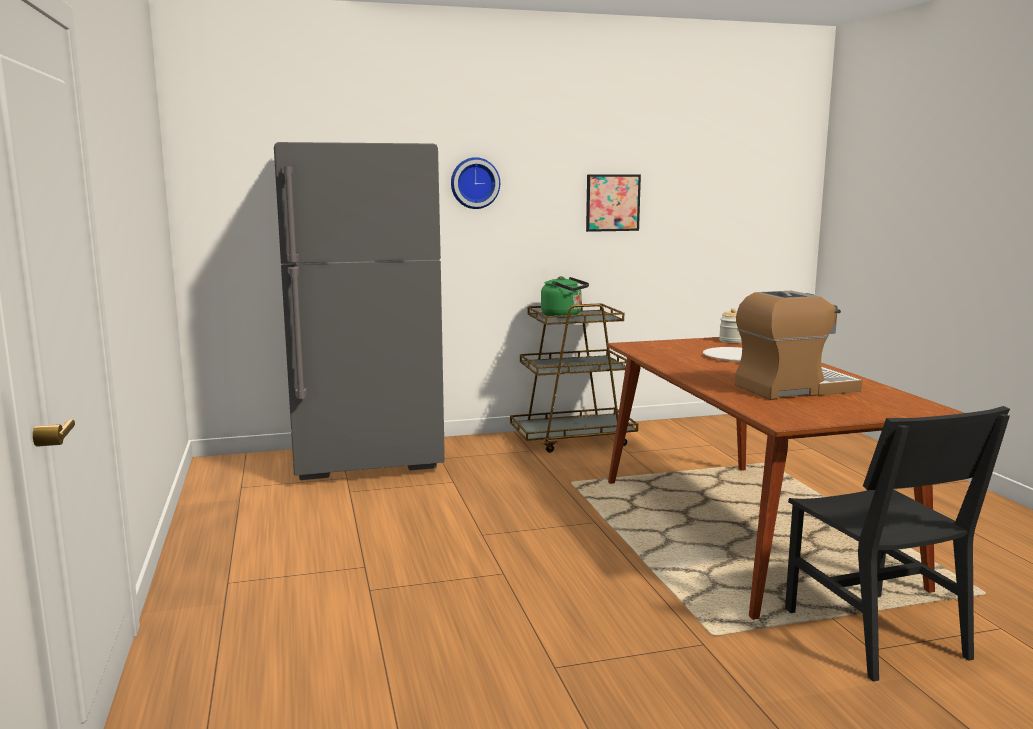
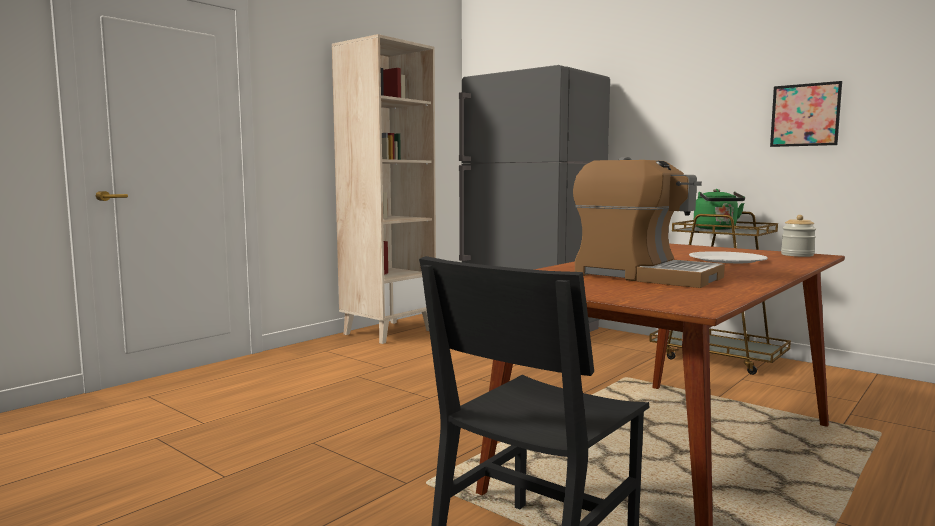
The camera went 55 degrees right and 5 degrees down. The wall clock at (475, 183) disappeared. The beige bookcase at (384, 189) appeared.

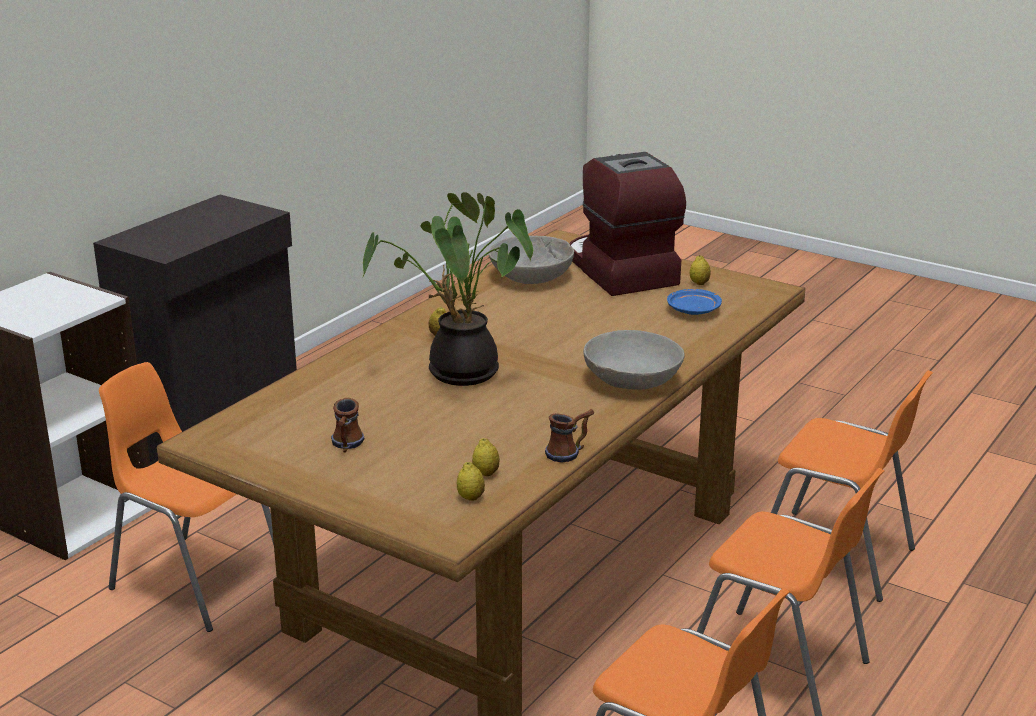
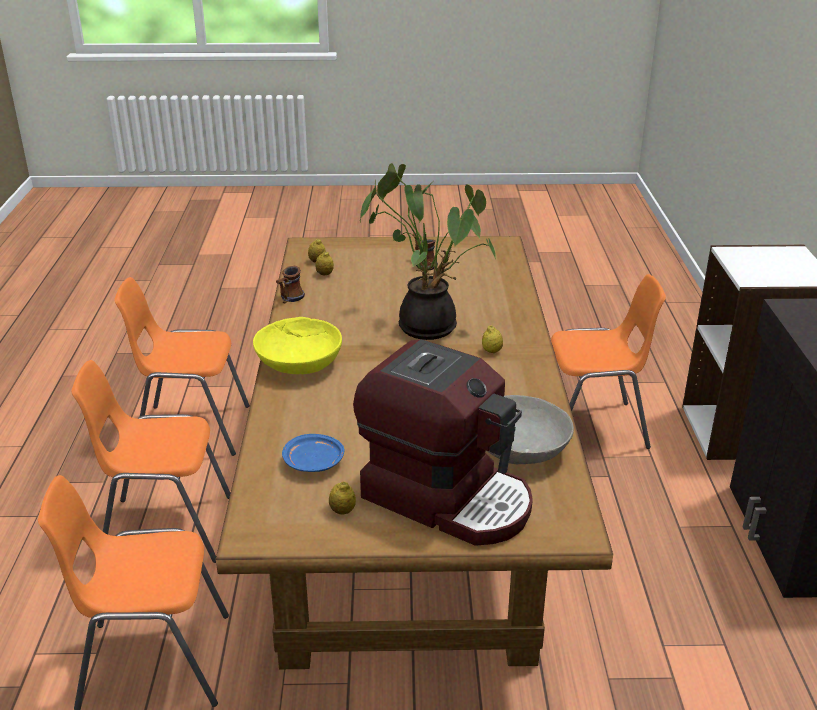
The camera went 145 degrees right and 5 degrees up. The grey bowl at (634, 359) became the yellow bowl at (297, 345).

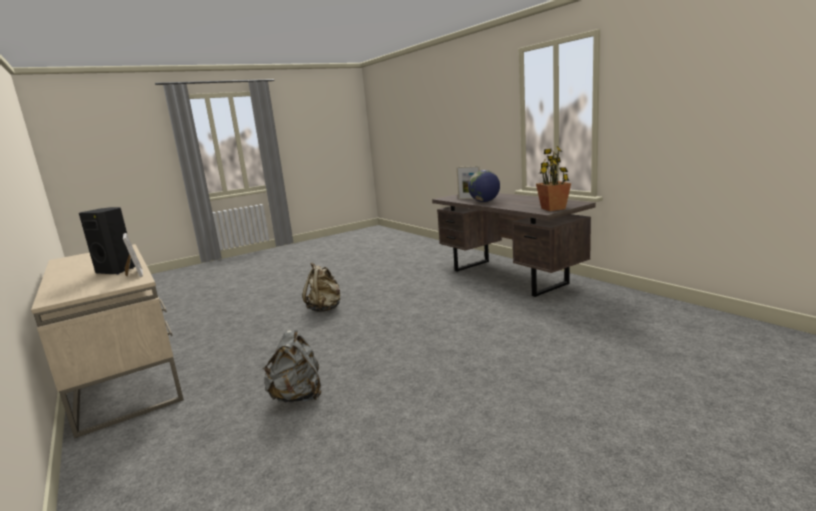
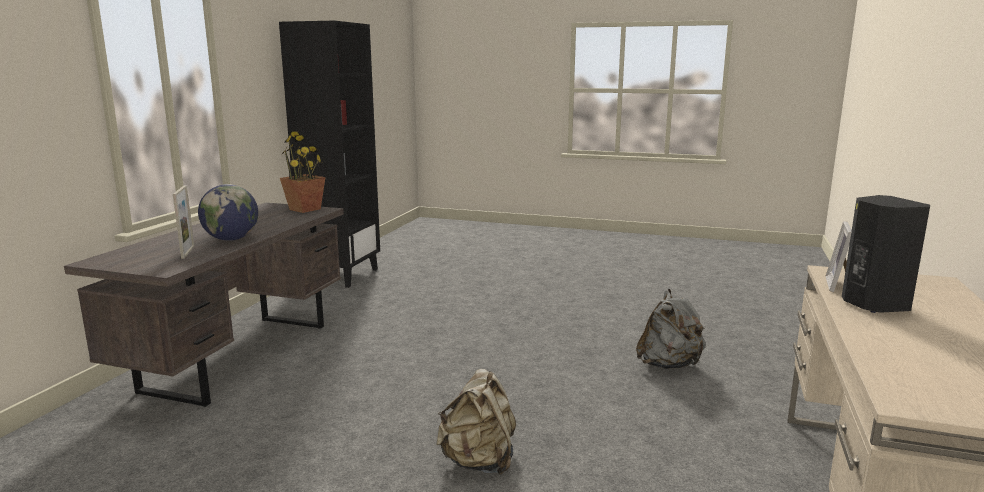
The camera went 130 degrees left and 0 degrees up. The black bookcase at (329, 154) appeared.

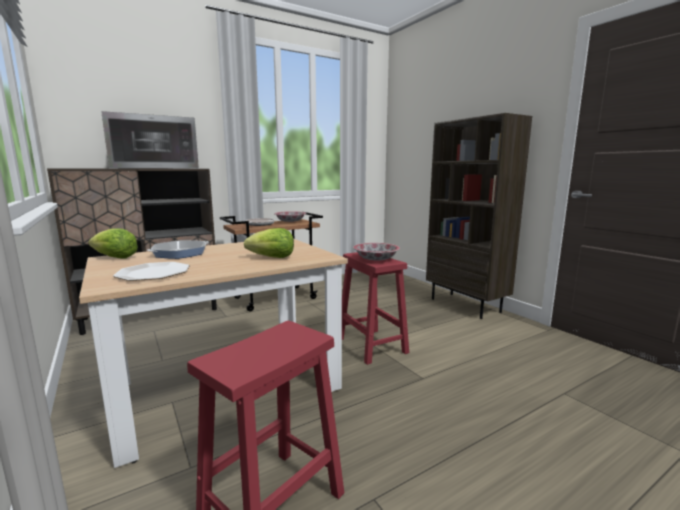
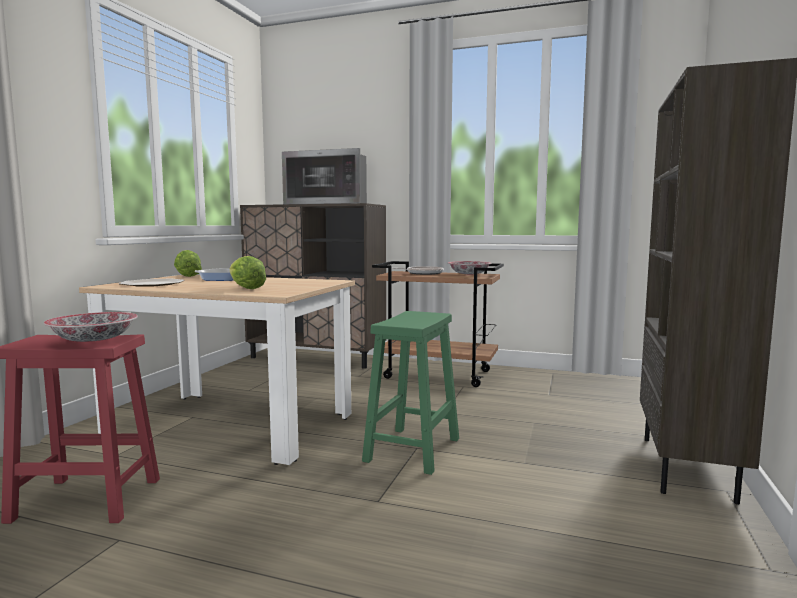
The camera went 50 degrees right and 5 degrees down. The bowl moved from (376, 252) to (91, 327). The red stool at (375, 308) became the green stool at (410, 393).

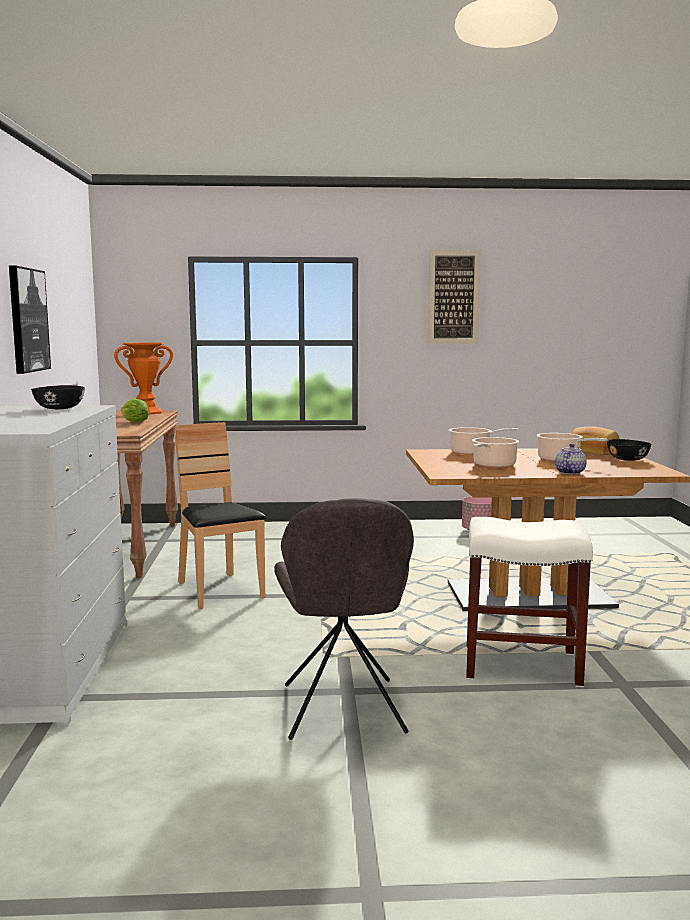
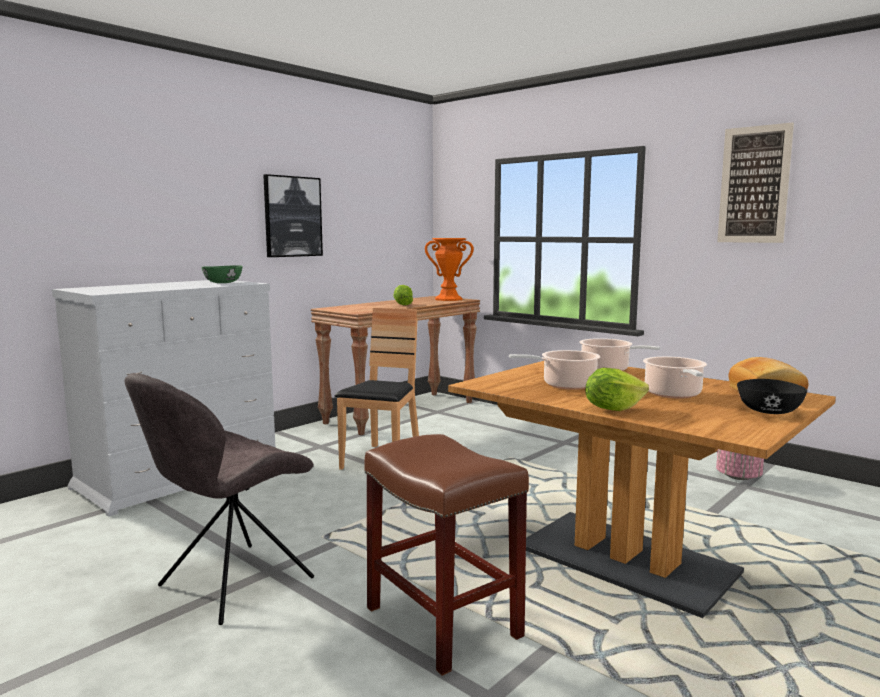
The camera went 45 degrees right and 0 degrees up. The teapot at (570, 459) was replaced by the lettuce at (617, 389). The black bowl at (58, 397) became the green bowl at (222, 274). The white stool at (529, 602) became the brown stool at (447, 555).

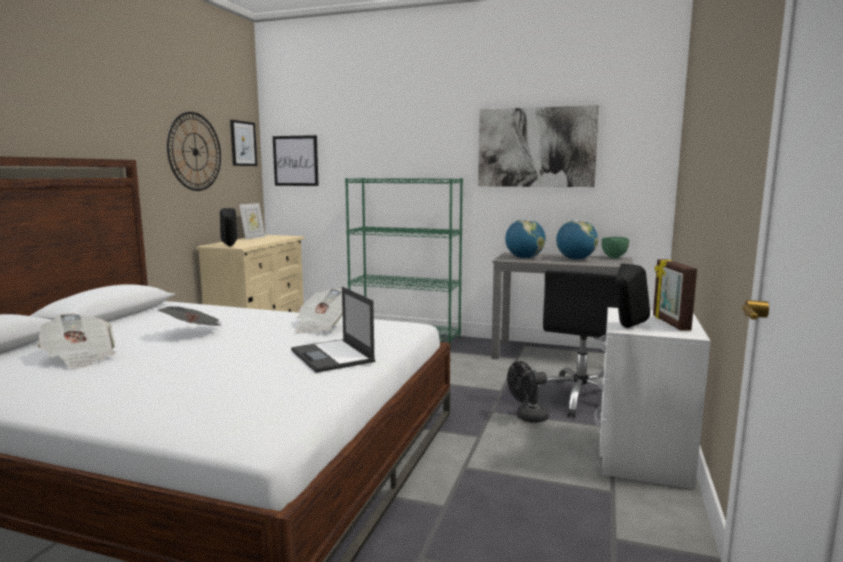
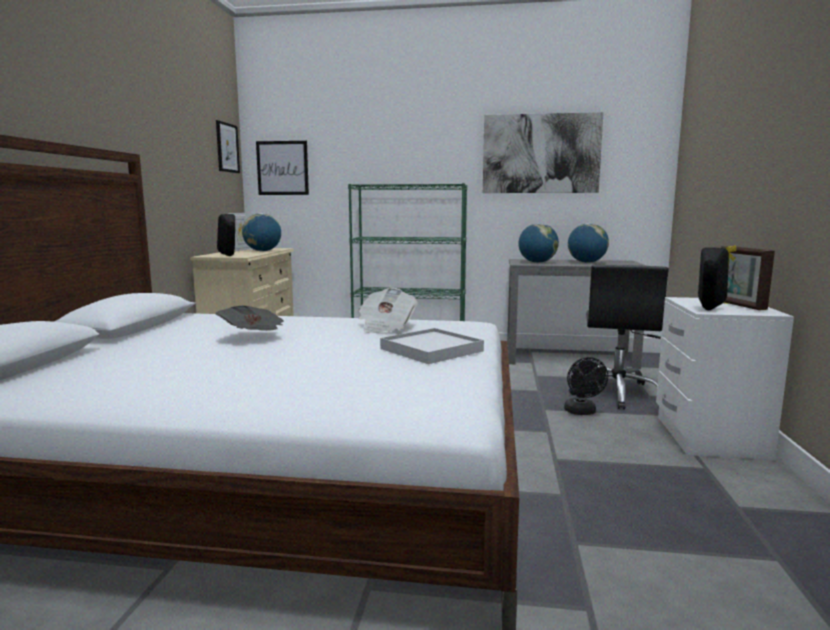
The camera went 10 degrees left and 0 degrees up. The newspaper at (76, 341) disappeared. The wall clock at (194, 151) disappeared. The green bowl at (615, 248) disappeared. The globe at (261, 232) appeared. The laptop at (333, 330) was replaced by the white tray at (432, 346). The black fan at (528, 392) turned 60 degrees counterclockwise.

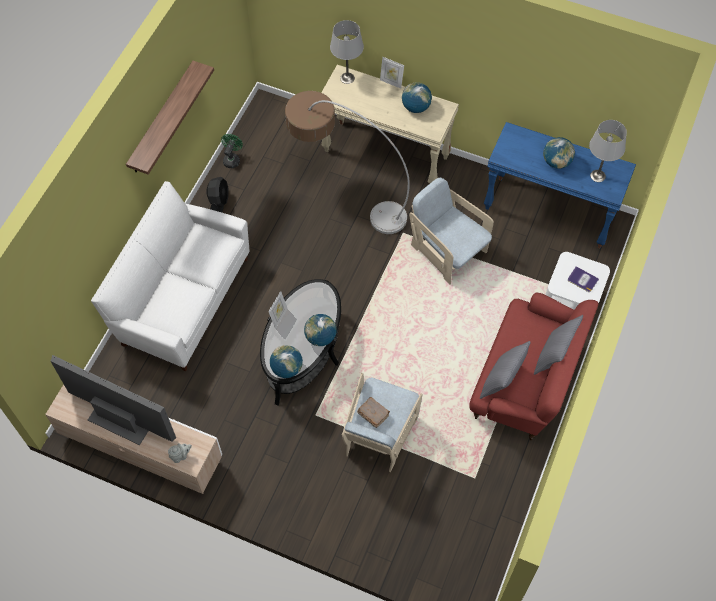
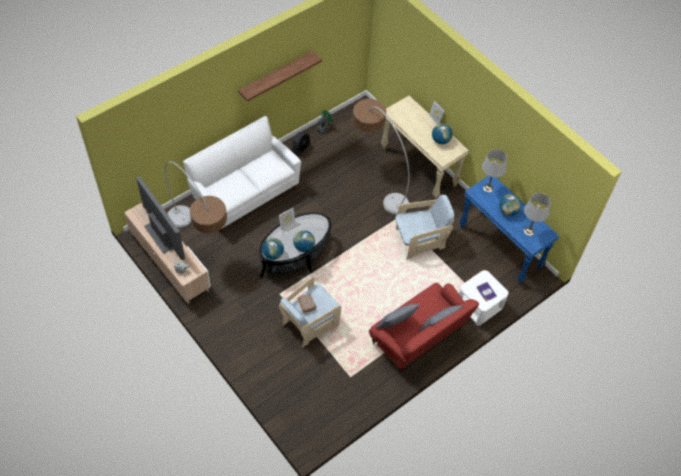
The camera went 25 degrees right and 5 degrees down. The floor lamp at (196, 197) appeared. The grey table lamp moved from (347, 52) to (494, 170). The beige armchair at (451, 231) turned 90 degrees clockwise.

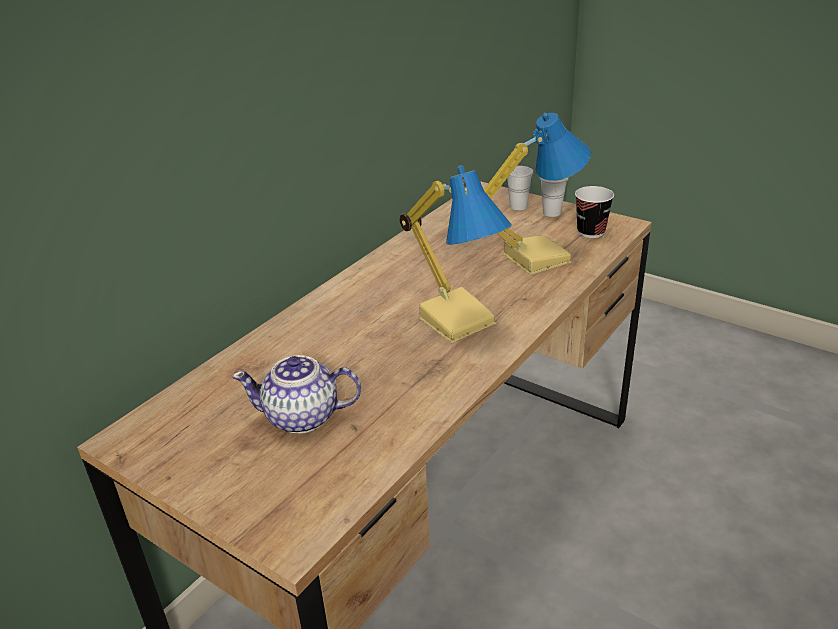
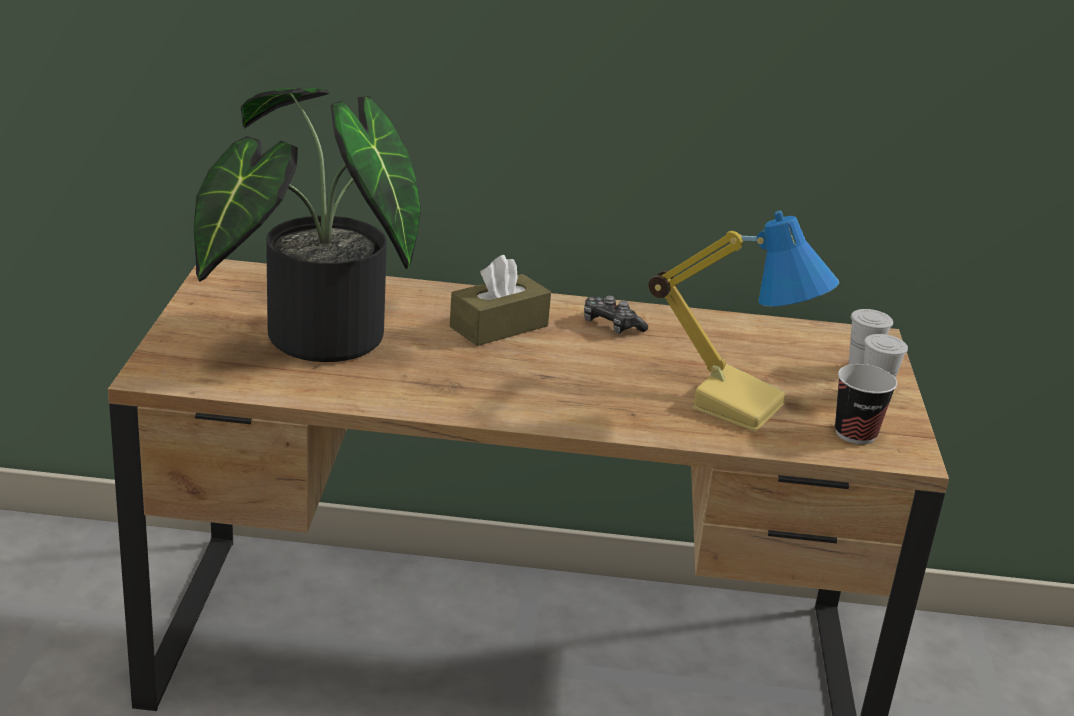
The camera went 55 degrees right and 5 degrees down. The table lamp at (456, 254) disappeared. The brown tissue box at (500, 300) appeared. The game controller at (616, 314) appeared. The teapot at (296, 394) was replaced by the potted plant at (307, 225).

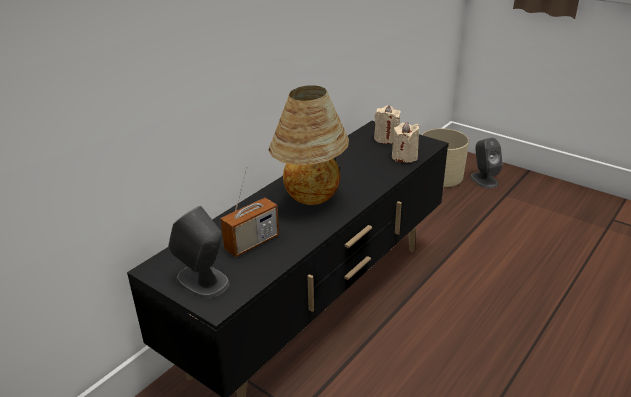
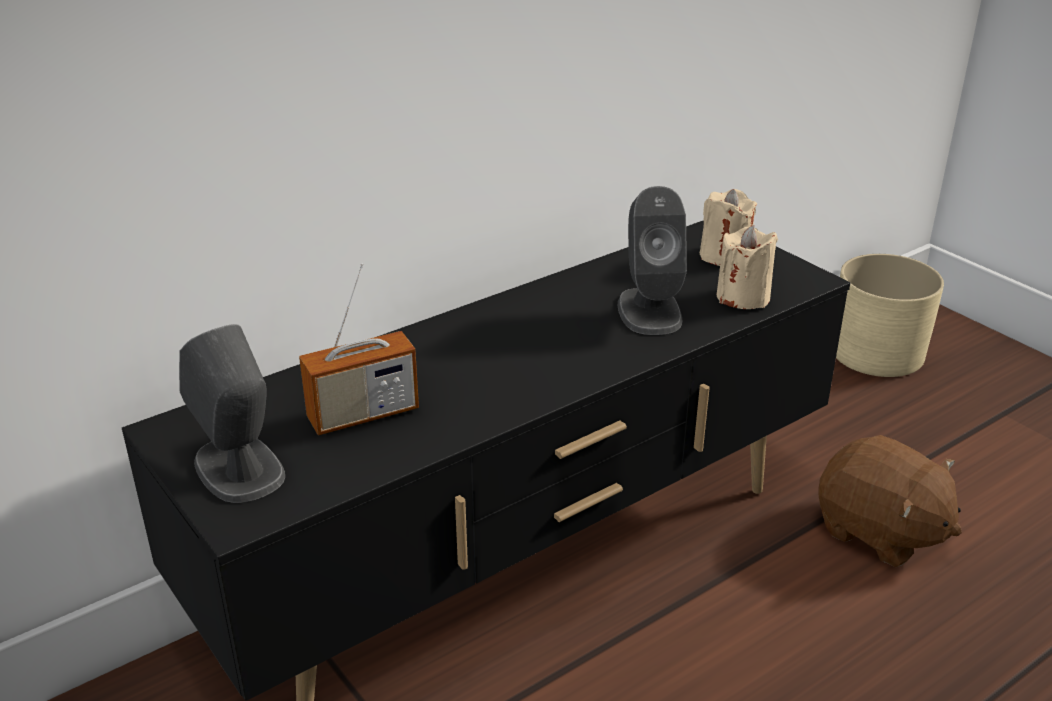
The camera went 15 degrees right and 0 degrees up. The table lamp at (309, 145) disappeared. The brown plush toy at (890, 501) appeared. The grey speaker moved from (486, 163) to (652, 260).

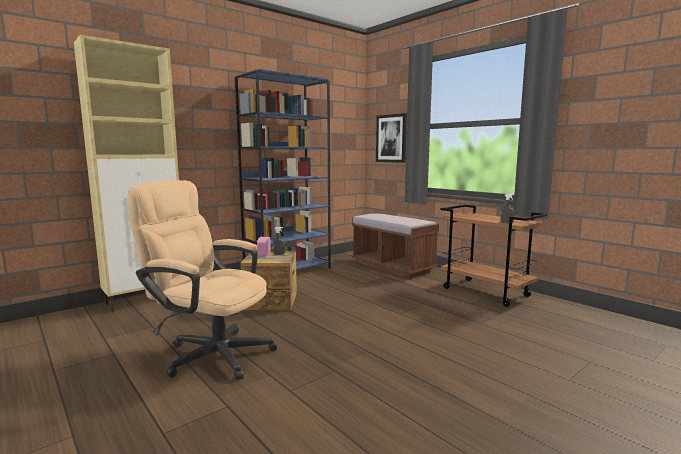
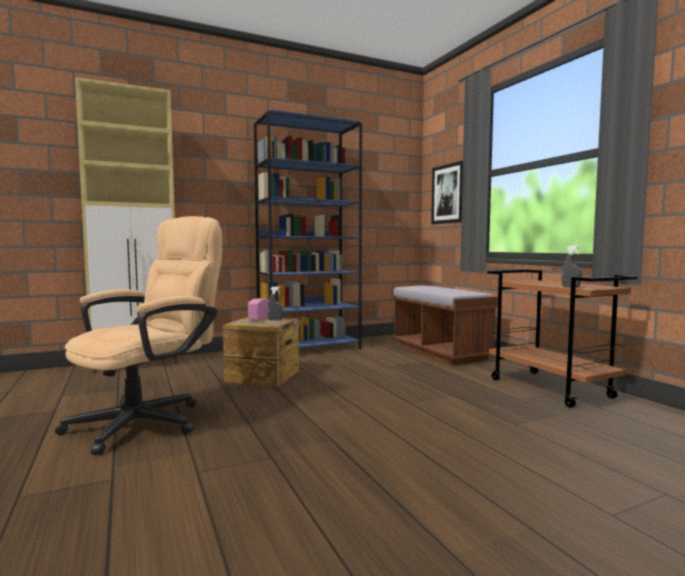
The camera went 15 degrees right and 5 degrees down. The beige office chair at (202, 280) turned 90 degrees clockwise.

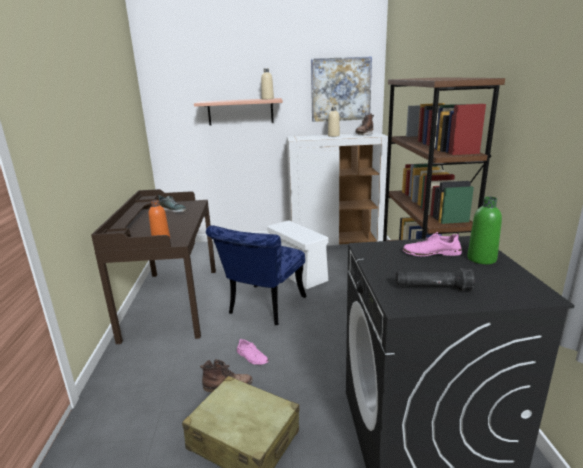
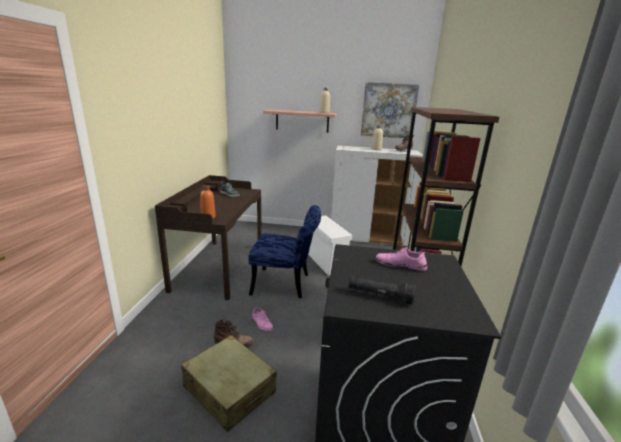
The camera went 10 degrees right and 0 degrees up. The green bottle at (484, 230) disappeared. The blue chair at (256, 275) turned 120 degrees counterclockwise.

